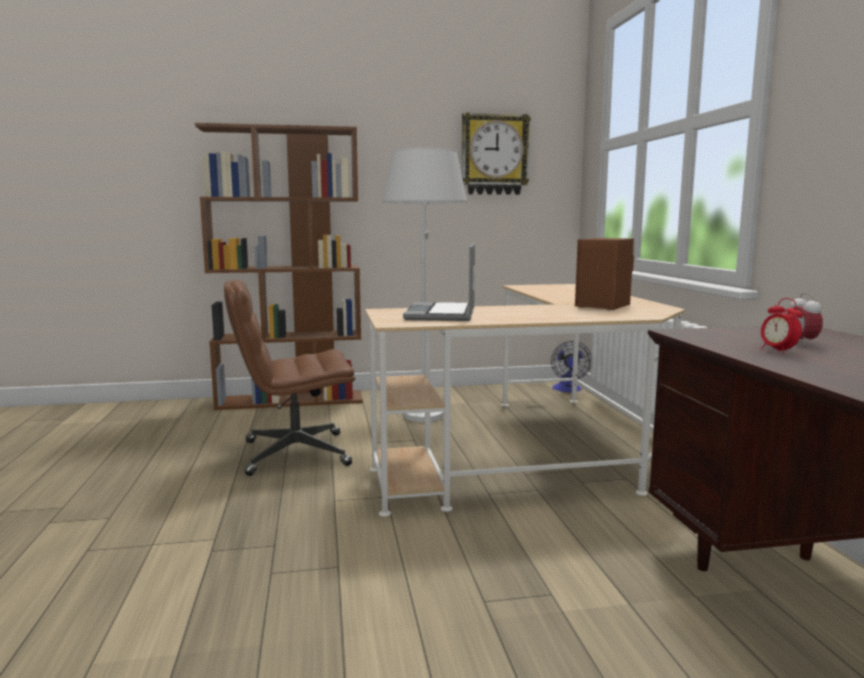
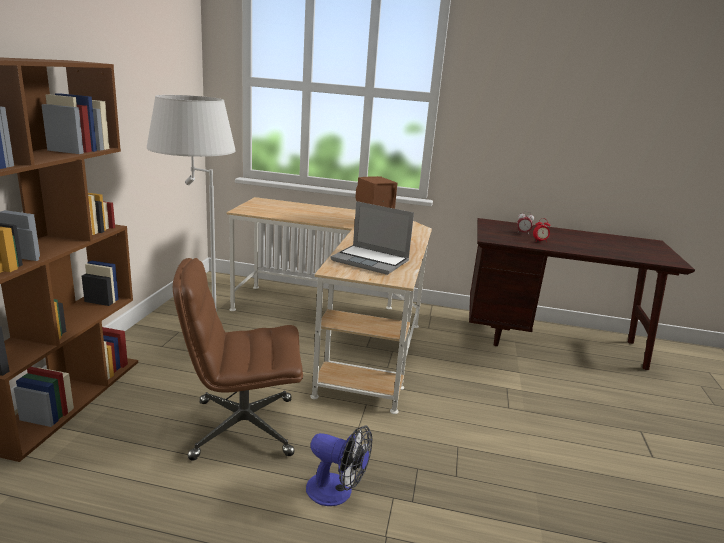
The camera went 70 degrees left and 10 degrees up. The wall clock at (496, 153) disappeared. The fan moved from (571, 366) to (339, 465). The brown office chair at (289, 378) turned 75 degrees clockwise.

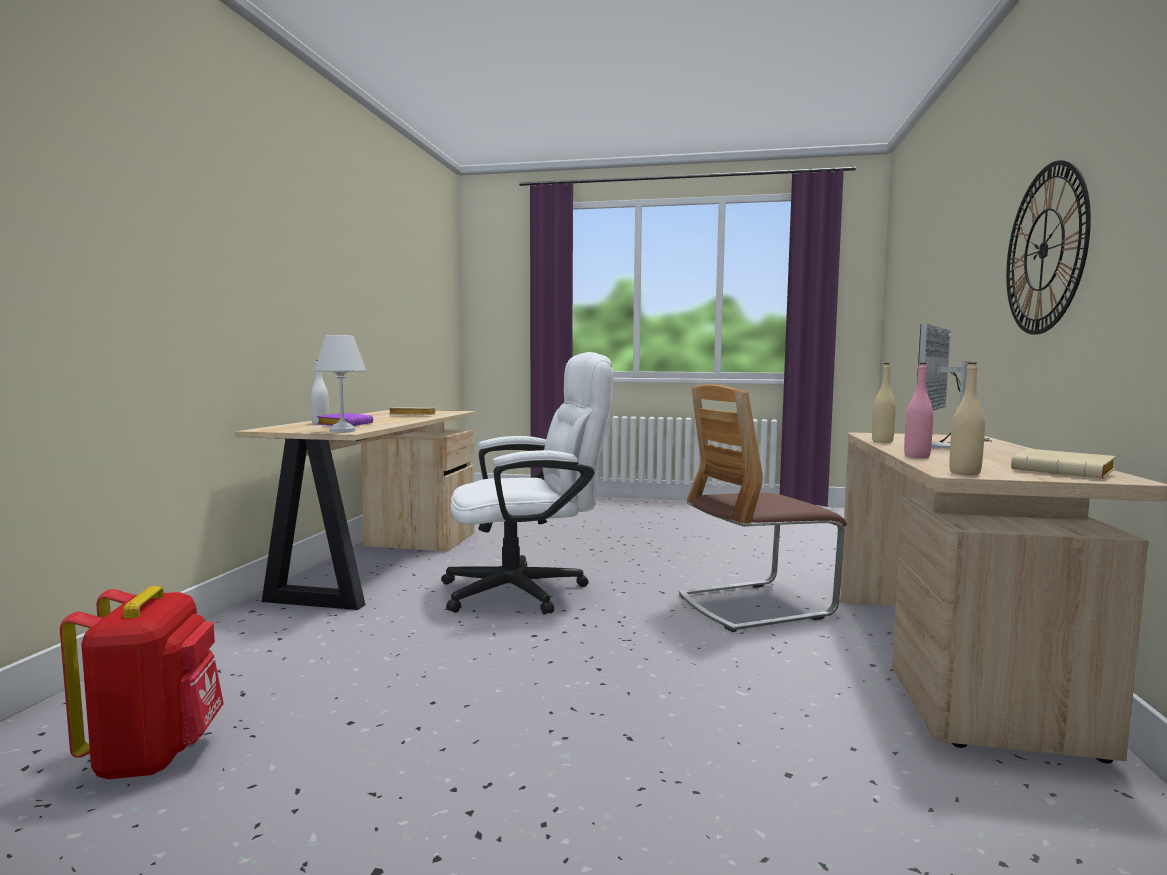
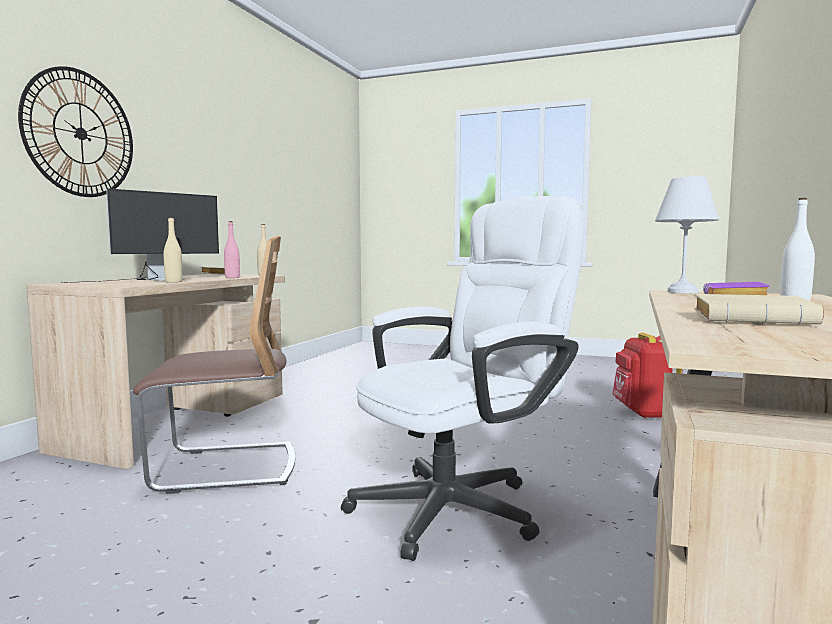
The camera went 170 degrees left and 0 degrees up. The white office chair at (527, 483) turned 150 degrees clockwise.

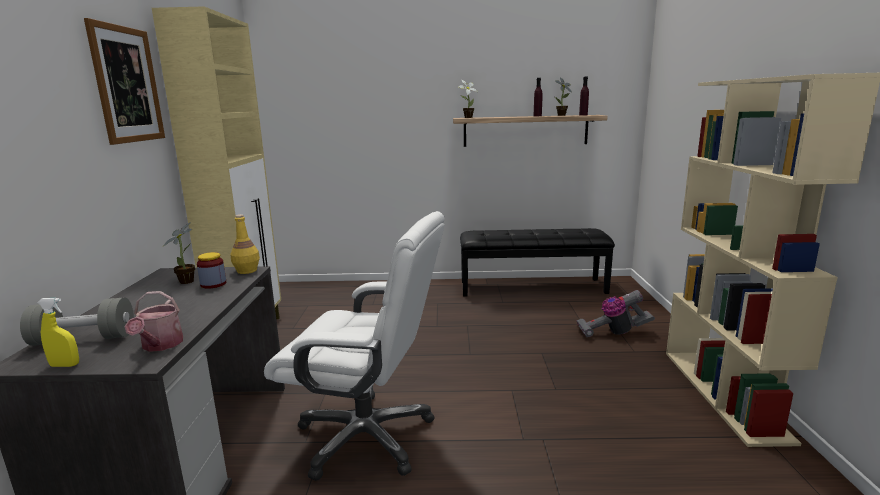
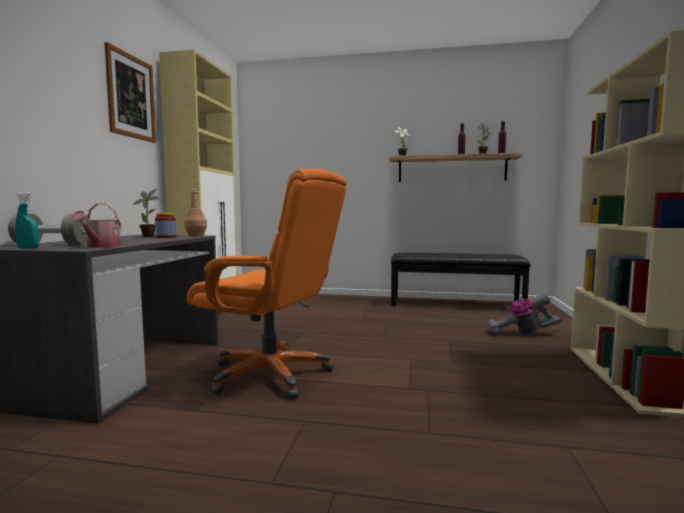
The camera went 10 degrees right and 10 degrees down. The yellow spray bottle at (58, 332) became the turquoise spray bottle at (27, 220). The yellow bottle at (245, 244) became the brown bottle at (195, 212). The white office chair at (354, 346) became the orange office chair at (267, 284).

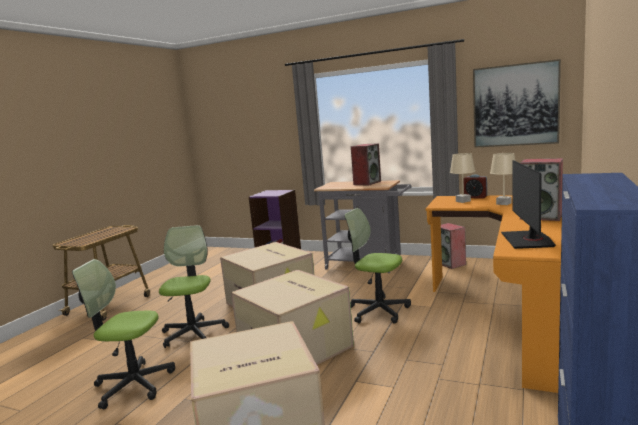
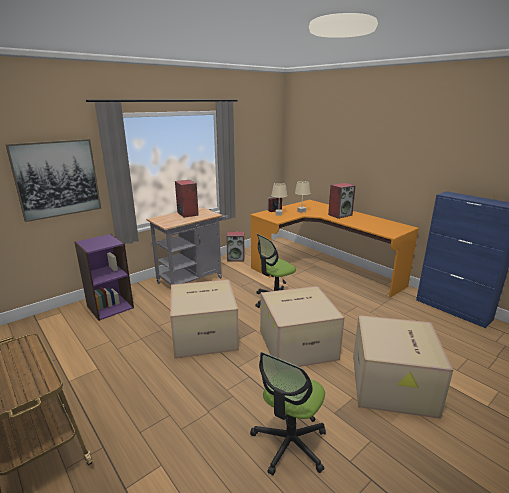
The camera went 65 degrees left and 10 degrees up. The office chair at (194, 286) disappeared. The monitor at (528, 204) disappeared. The picture moved from (517, 103) to (53, 180).

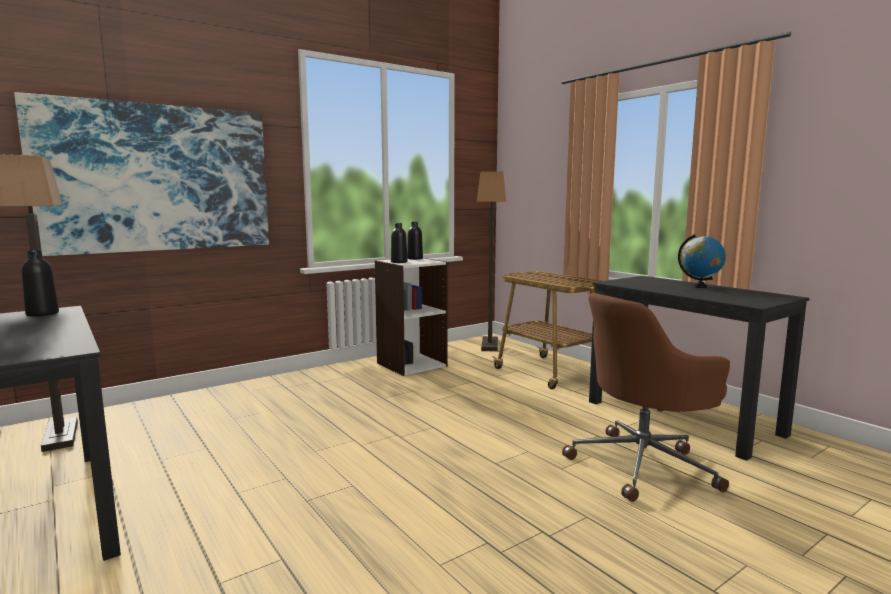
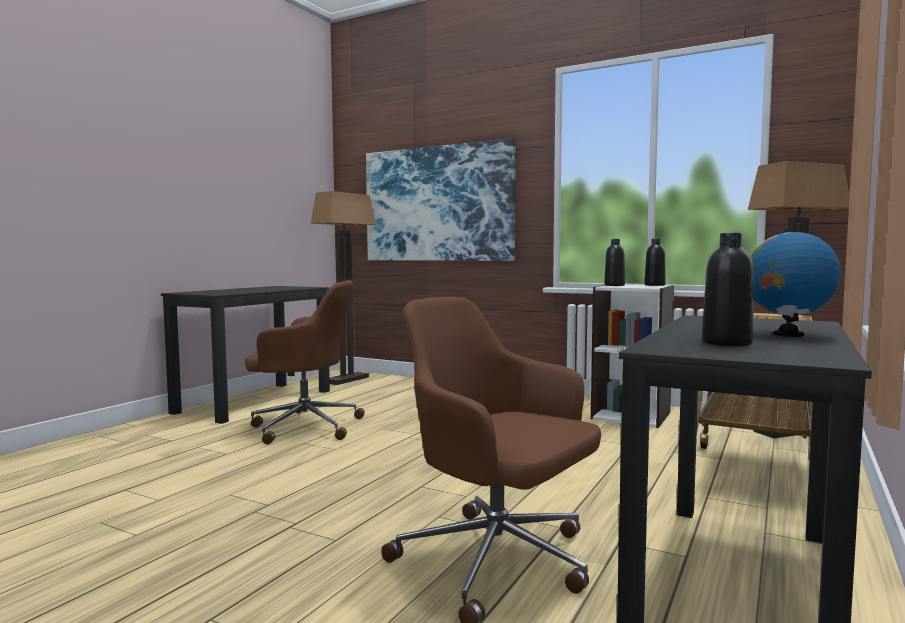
The camera went 65 degrees right and 5 degrees down. The brown office chair at (305, 362) appeared. The black bottle moved from (40, 283) to (728, 289).

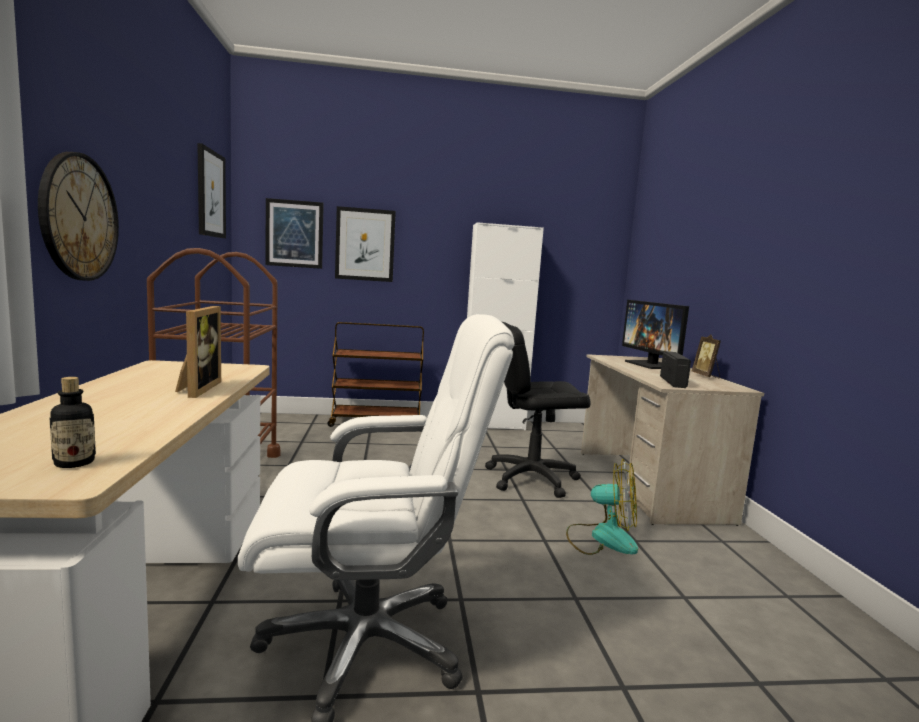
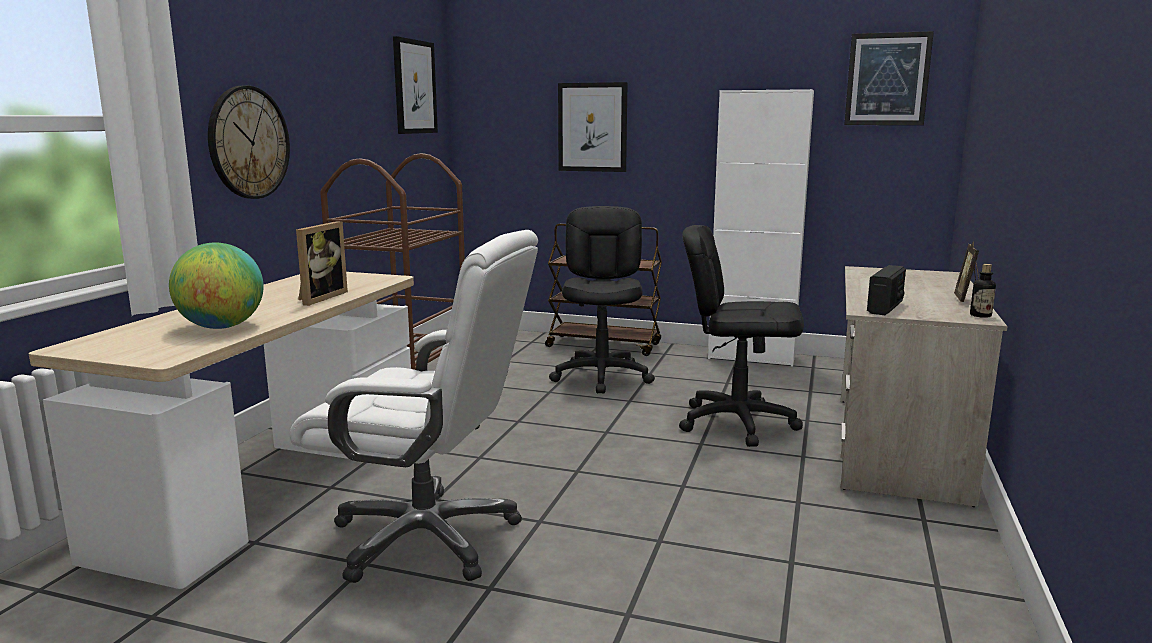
The camera went 25 degrees right and 5 degrees up. The fan at (602, 507) disappeared. The monitor at (655, 334) disappeared. The globe at (216, 286) appeared. The black office chair at (602, 300) appeared. The bottle moved from (72, 422) to (983, 291). The picture moved from (294, 233) to (889, 78).

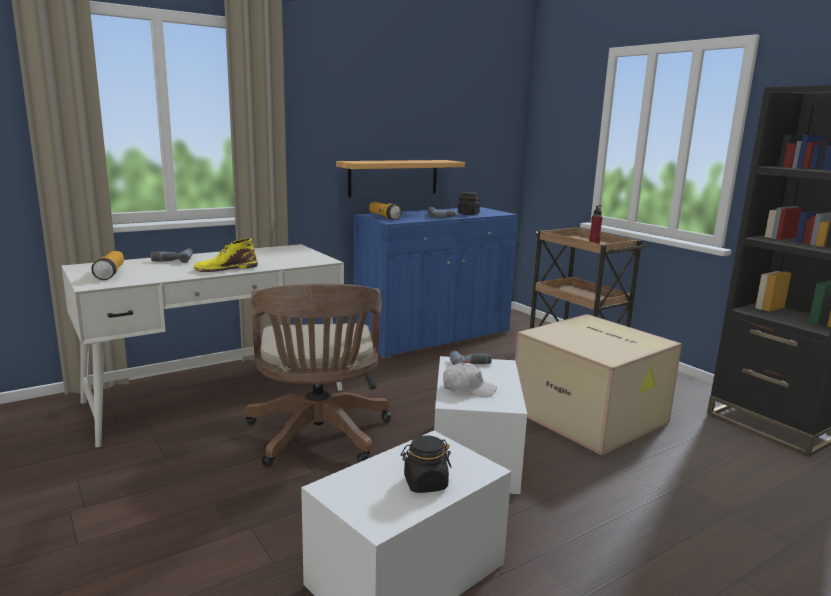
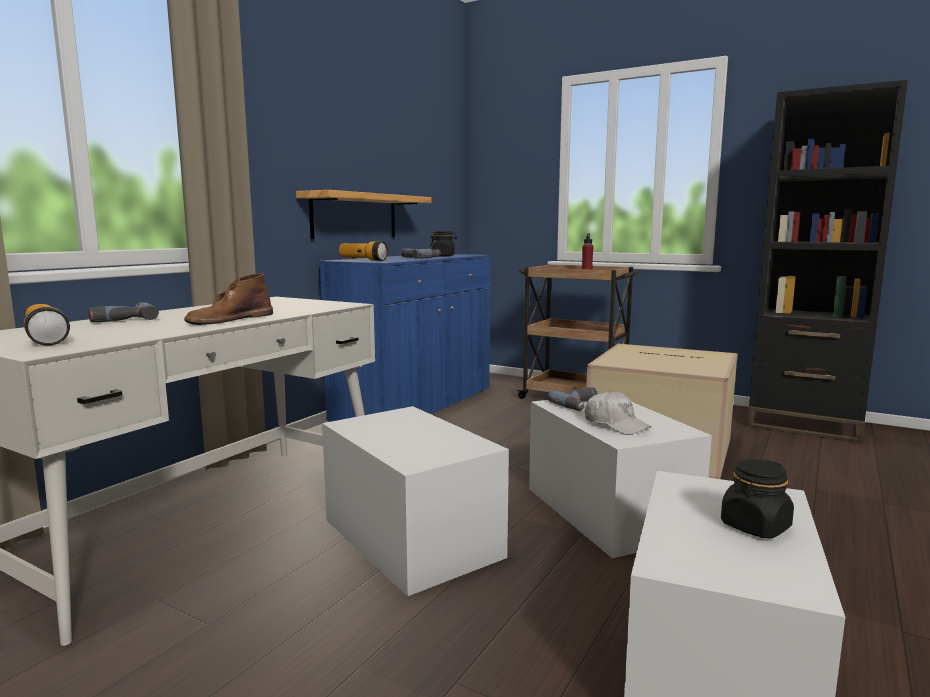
The camera went 25 degrees left and 5 degrees down. The brown office chair at (318, 375) was replaced by the white storage box at (415, 501). The yellow boot at (225, 255) became the brown boot at (228, 299). The white cap at (470, 380) turned 60 degrees clockwise.

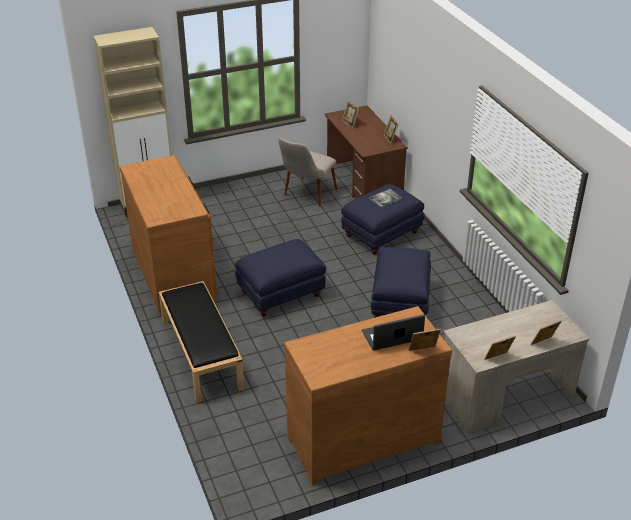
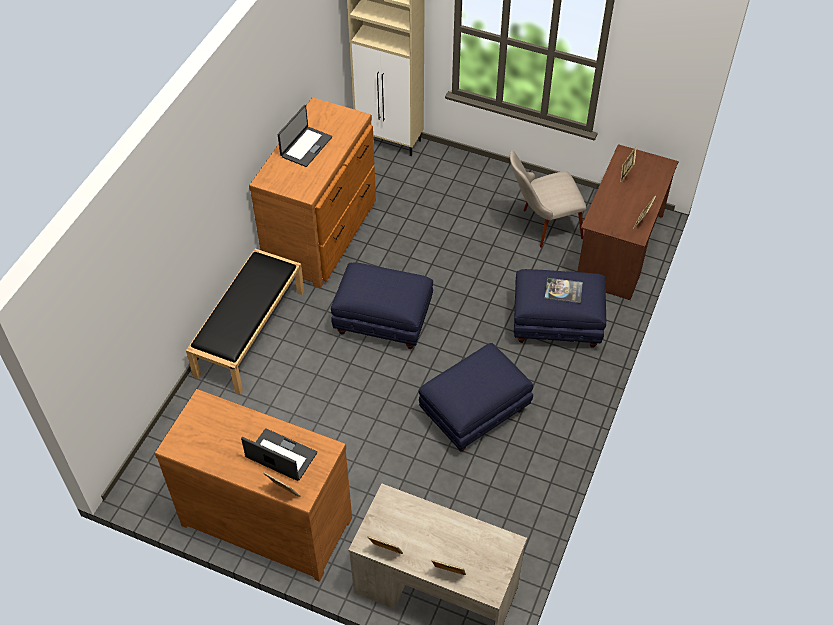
The camera went 45 degrees right and 15 degrees up. The laptop at (305, 136) appeared.

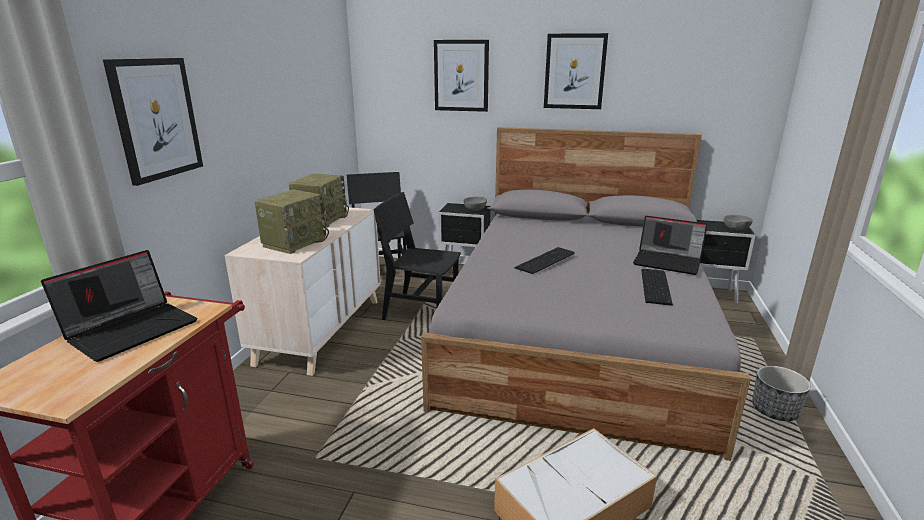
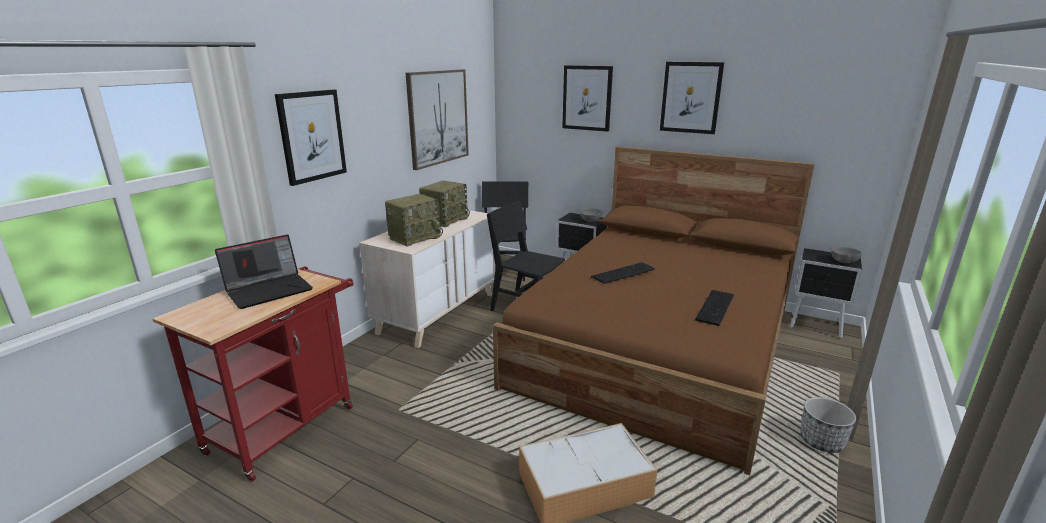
The camera went 15 degrees right and 0 degrees up. The laptop at (670, 245) disappeared. The picture at (437, 120) appeared. The grey bed at (586, 294) became the brown bed at (654, 310).

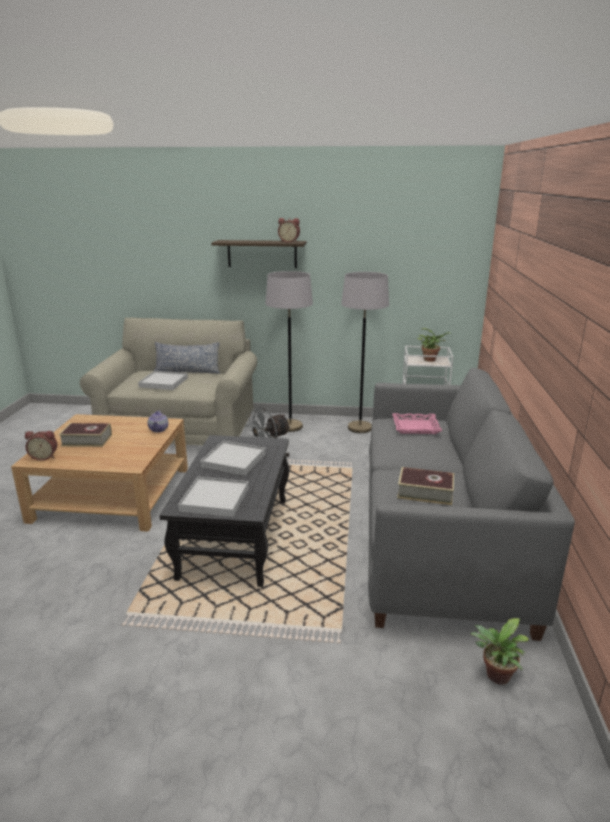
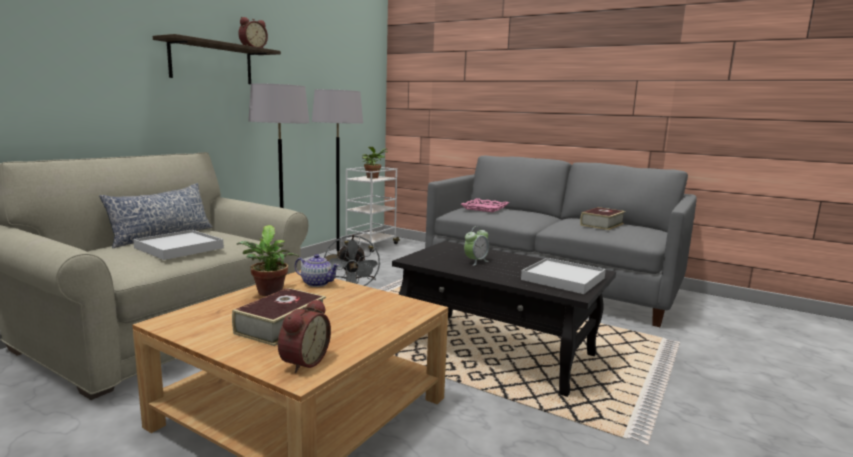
The camera went 65 degrees left and 10 degrees down. The potted plant moved from (499, 651) to (268, 260). The white tray at (233, 458) was replaced by the alarm clock at (476, 246).

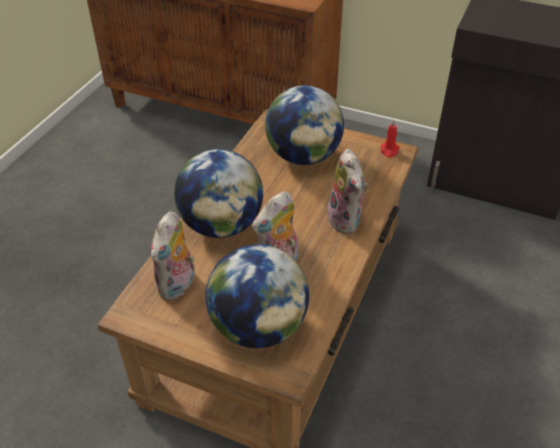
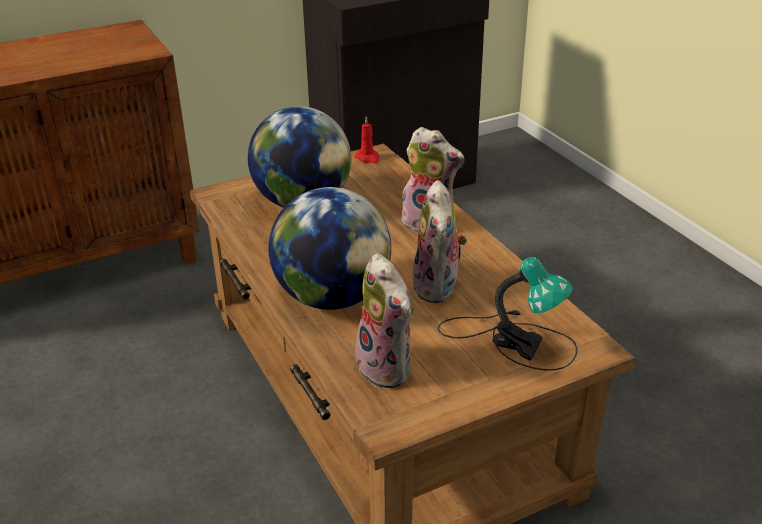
The camera went 50 degrees left and 10 degrees down. The globe at (257, 296) was replaced by the table lamp at (507, 314).

